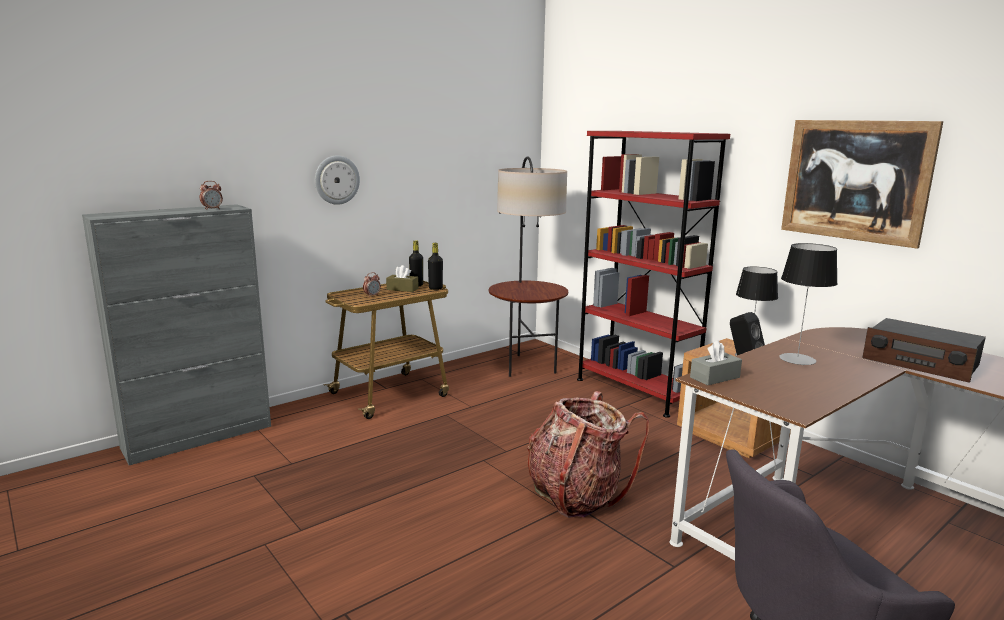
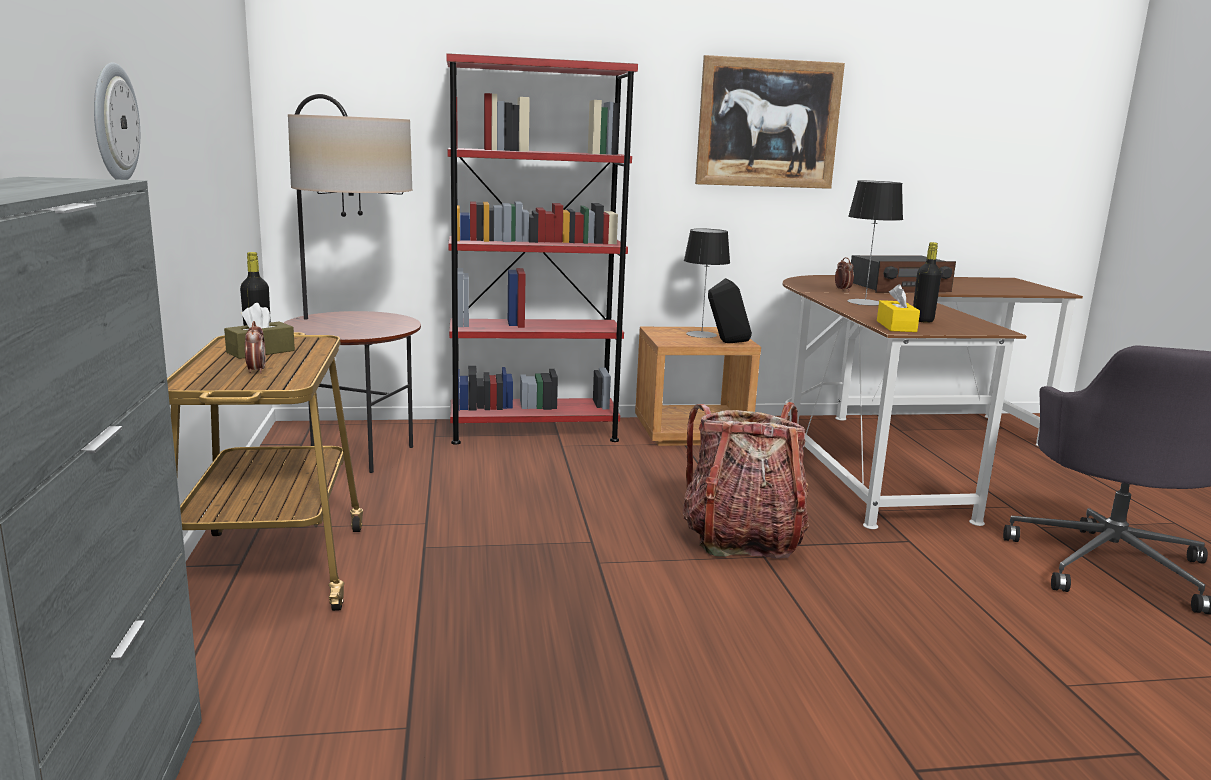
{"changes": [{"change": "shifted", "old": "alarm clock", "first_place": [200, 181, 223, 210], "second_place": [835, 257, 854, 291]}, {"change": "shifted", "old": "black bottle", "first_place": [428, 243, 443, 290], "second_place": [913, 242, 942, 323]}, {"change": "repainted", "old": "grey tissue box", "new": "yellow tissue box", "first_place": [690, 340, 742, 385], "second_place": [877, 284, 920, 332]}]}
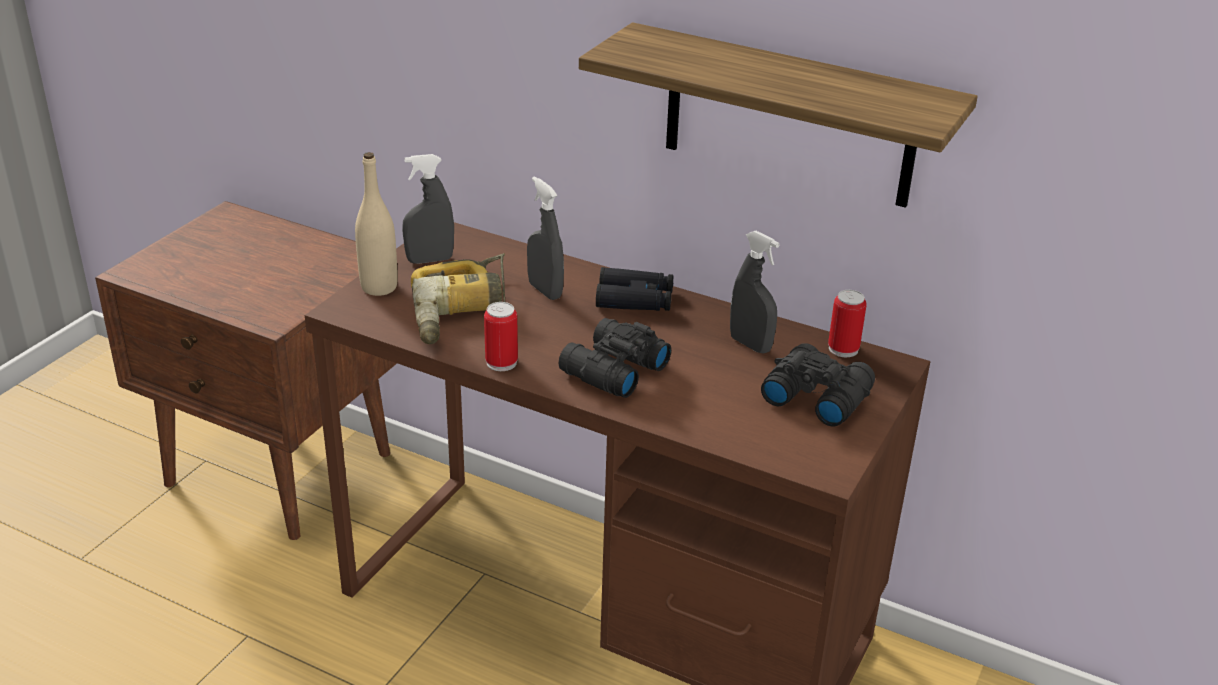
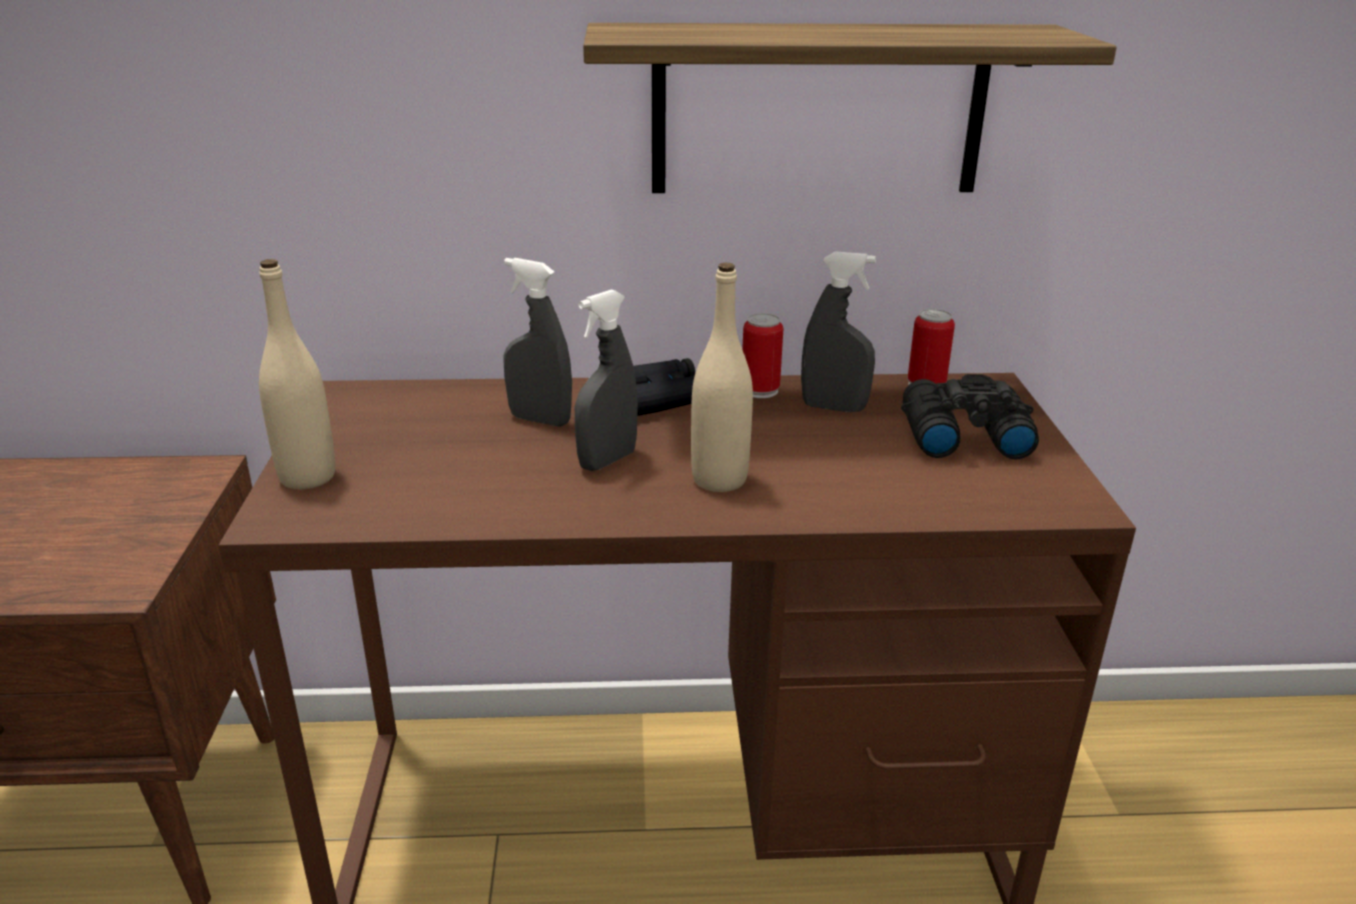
{"changes": [{"change": "shifted", "old": "grey spray bottle", "first_place": [402, 154, 454, 264], "second_place": [575, 289, 638, 471]}, {"change": "gone", "old": "power drill", "first_place": [411, 253, 505, 344]}, {"change": "shifted", "old": "can", "first_place": [484, 302, 518, 371], "second_place": [742, 313, 783, 398]}, {"change": "swapped", "old": "black binoculars", "new": "beige bottle", "first_place": [558, 318, 671, 398], "second_place": [691, 263, 753, 492]}]}
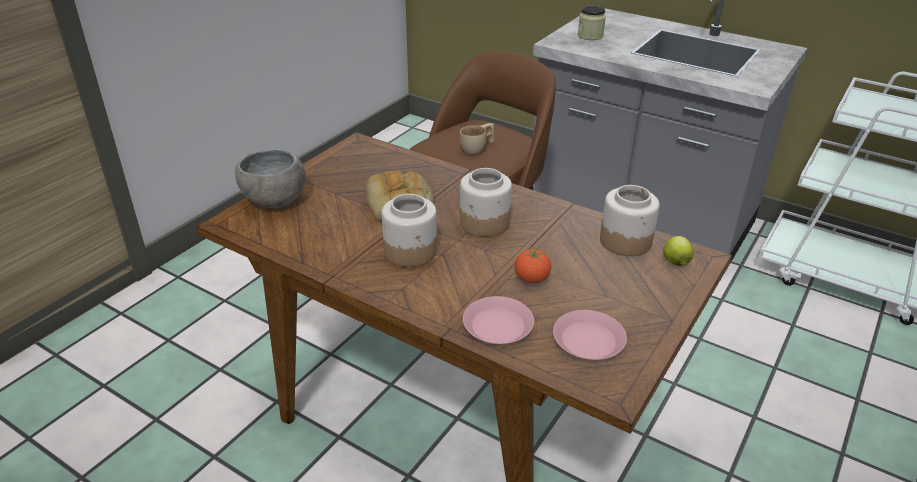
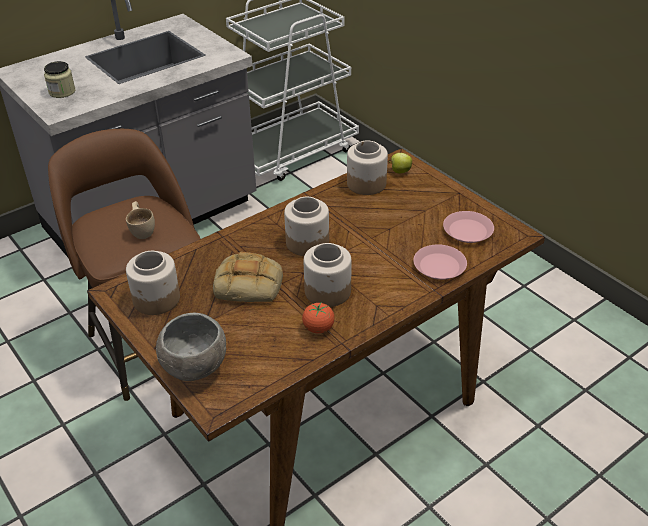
{"changes": [{"change": "shifted", "old": "tomato", "first_place": [515, 249, 551, 283], "second_place": [302, 303, 335, 334]}, {"change": "new", "new": "jar", "second_place": [126, 251, 180, 315]}]}
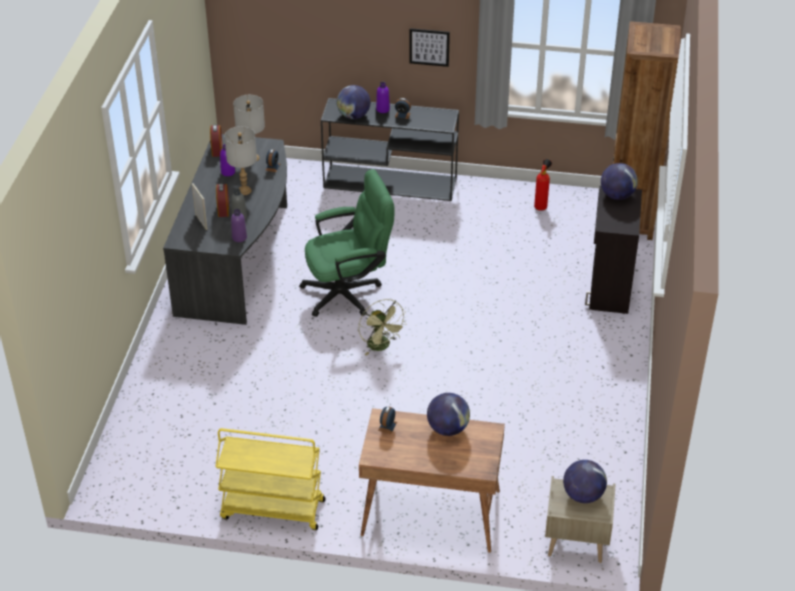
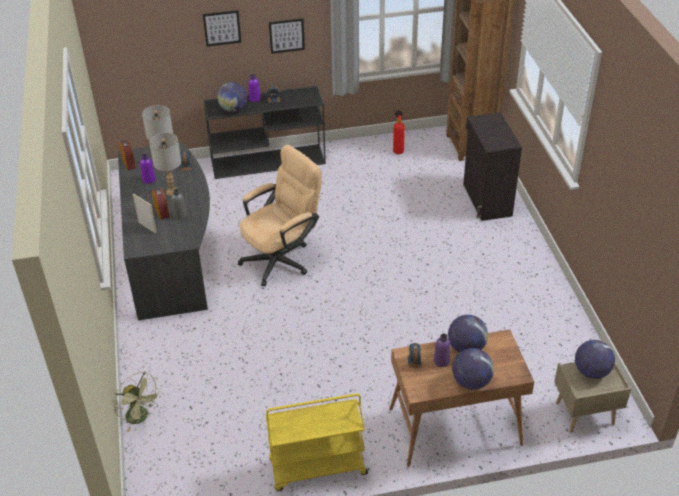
{"changes": [{"change": "shifted", "old": "purple bottle", "first_place": [231, 209, 247, 242], "second_place": [434, 334, 451, 367]}, {"change": "repainted", "old": "green office chair", "new": "beige office chair", "first_place": [299, 169, 395, 317], "second_place": [238, 145, 321, 286]}, {"change": "shifted", "old": "green fan", "first_place": [359, 299, 407, 356], "second_place": [114, 372, 162, 432]}, {"change": "shifted", "old": "globe", "first_place": [601, 163, 638, 200], "second_place": [452, 348, 494, 390]}, {"change": "new", "new": "picture", "second_place": [203, 10, 241, 47]}]}
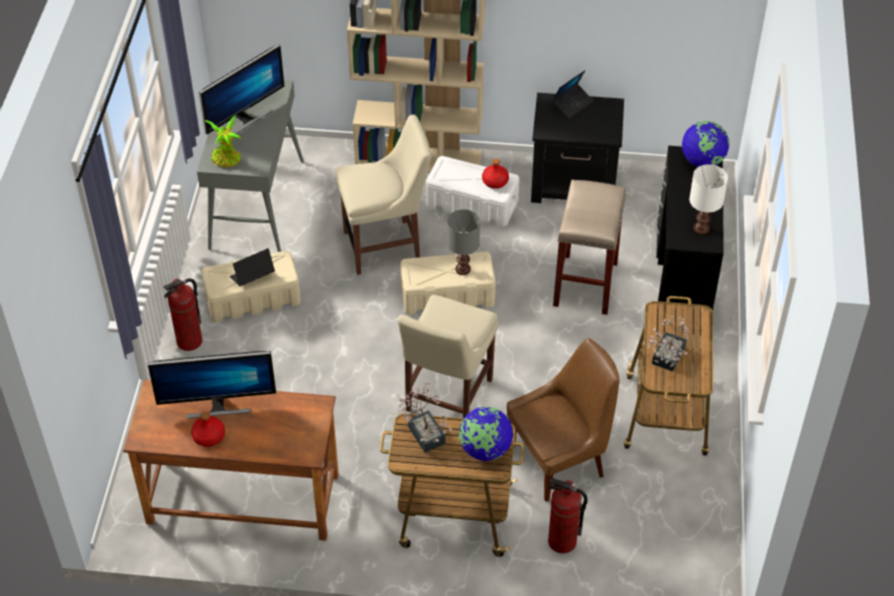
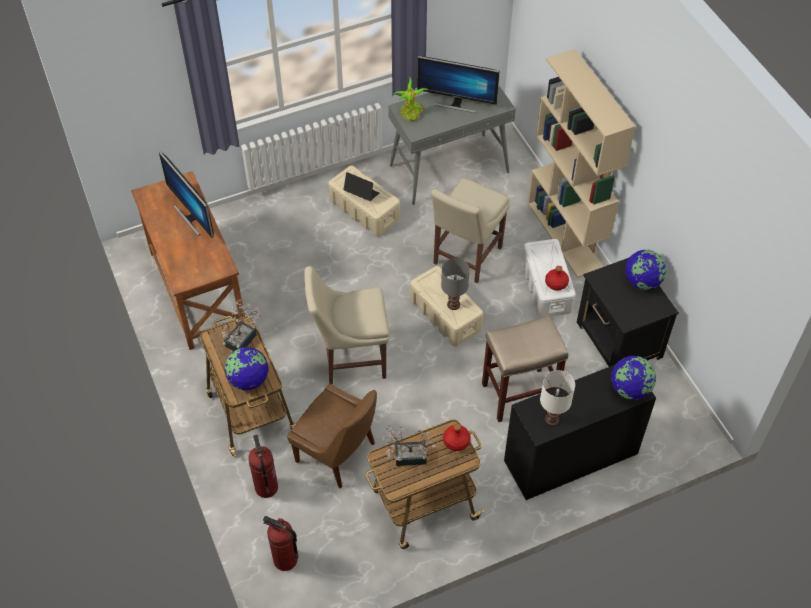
{"changes": [{"change": "shifted", "old": "fire extinguisher", "first_place": [163, 278, 202, 351], "second_place": [263, 516, 299, 571]}, {"change": "shifted", "old": "red bottle", "first_place": [191, 412, 225, 447], "second_place": [443, 424, 471, 451]}, {"change": "rotated", "old": "beige chair", "first_place": [335, 115, 432, 275], "second_place": [431, 178, 510, 283], "degrees": 75}, {"change": "swapped", "old": "laptop", "new": "globe", "first_place": [552, 70, 593, 119], "second_place": [625, 250, 666, 290]}]}
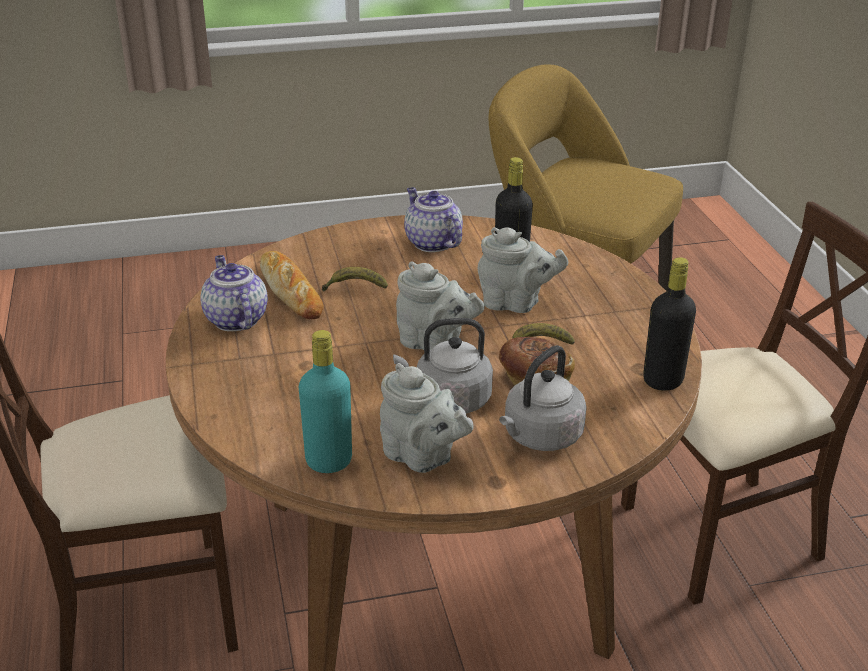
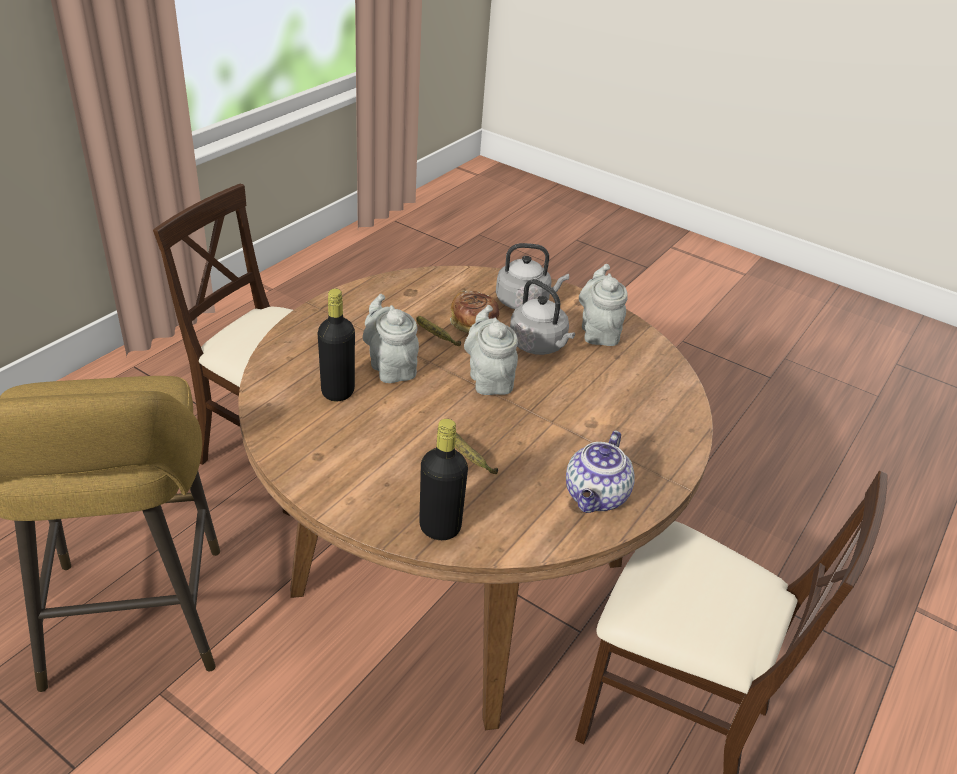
{"changes": [{"change": "gone", "old": "bread", "first_place": [260, 251, 323, 319]}, {"change": "gone", "old": "turquoise bottle", "first_place": [299, 330, 352, 473]}, {"change": "gone", "old": "teapot", "first_place": [404, 187, 463, 252]}, {"change": "shifted", "old": "black bottle", "first_place": [643, 257, 696, 391], "second_place": [419, 419, 468, 540]}]}
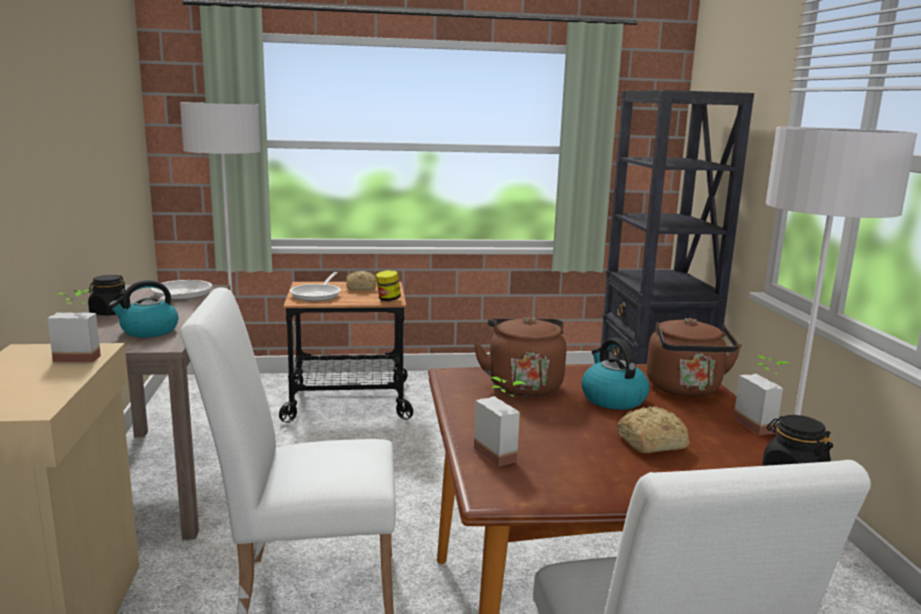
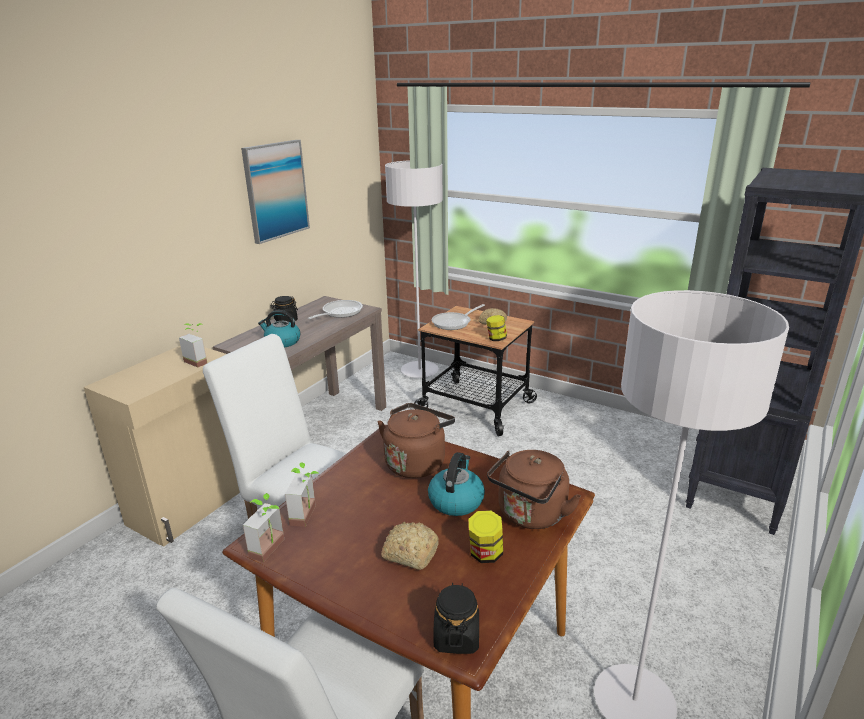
{"changes": [{"change": "shifted", "old": "potted plant", "first_place": [733, 356, 791, 435], "second_place": [243, 493, 284, 562]}, {"change": "new", "new": "picture", "second_place": [241, 140, 310, 244]}, {"change": "new", "new": "jar", "second_place": [468, 510, 503, 563]}]}
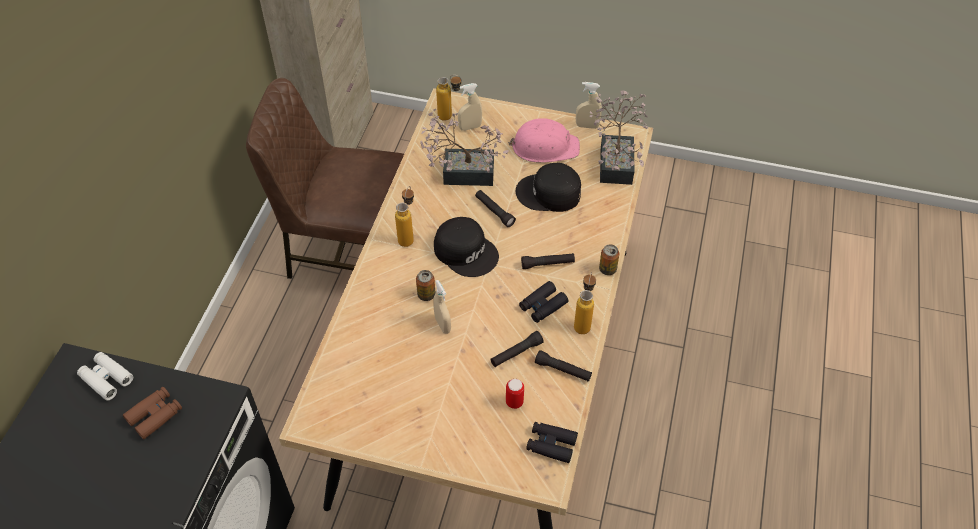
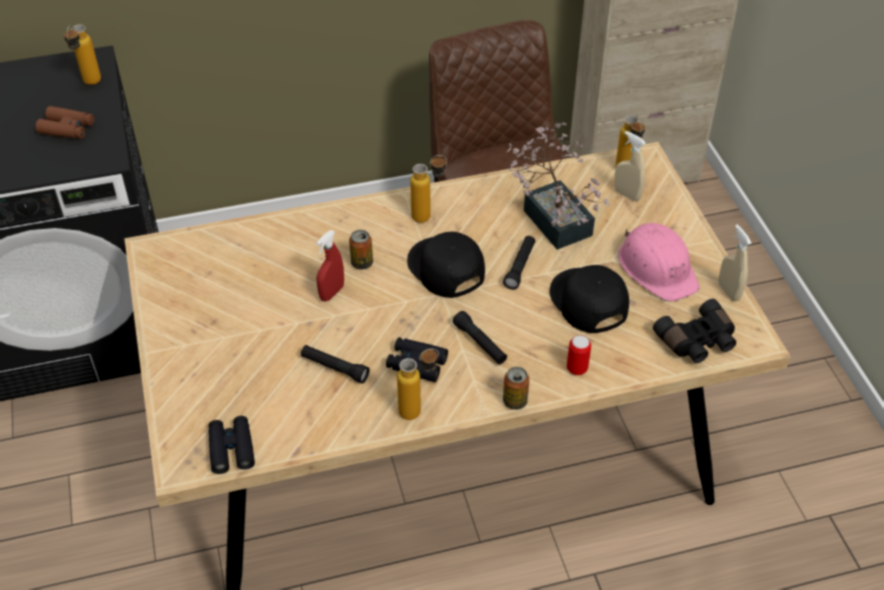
{"changes": [{"change": "swapped", "old": "white binoculars", "new": "bottle", "first_place": [77, 352, 133, 401], "second_place": [64, 25, 101, 85]}, {"change": "repainted", "old": "beige spray bottle", "new": "red spray bottle", "first_place": [433, 280, 451, 334], "second_place": [316, 230, 344, 302]}, {"change": "rotated", "old": "black cap", "first_place": [434, 217, 499, 277], "second_place": [407, 232, 485, 298], "degrees": 135}, {"change": "shifted", "old": "can", "first_place": [506, 379, 524, 409], "second_place": [567, 335, 591, 375]}, {"change": "gone", "old": "black flashlight", "first_place": [535, 350, 592, 382]}, {"change": "swapped", "old": "potted plant", "new": "black binoculars", "first_place": [590, 90, 648, 185], "second_place": [653, 299, 736, 363]}]}
